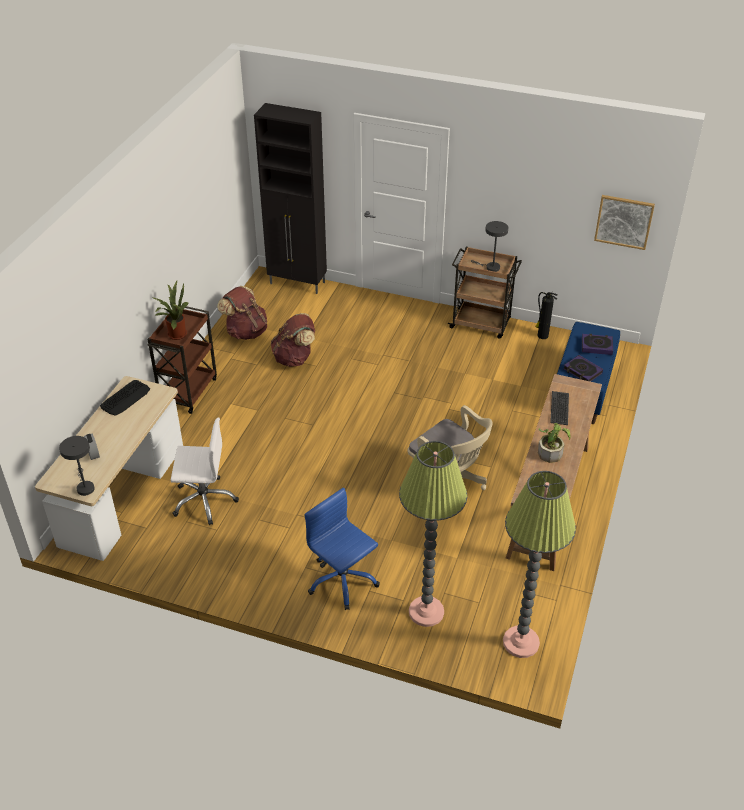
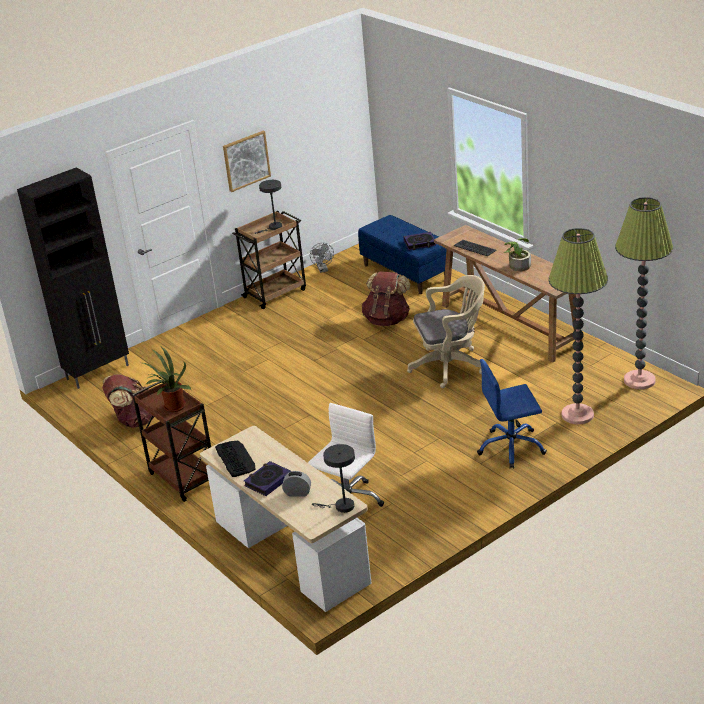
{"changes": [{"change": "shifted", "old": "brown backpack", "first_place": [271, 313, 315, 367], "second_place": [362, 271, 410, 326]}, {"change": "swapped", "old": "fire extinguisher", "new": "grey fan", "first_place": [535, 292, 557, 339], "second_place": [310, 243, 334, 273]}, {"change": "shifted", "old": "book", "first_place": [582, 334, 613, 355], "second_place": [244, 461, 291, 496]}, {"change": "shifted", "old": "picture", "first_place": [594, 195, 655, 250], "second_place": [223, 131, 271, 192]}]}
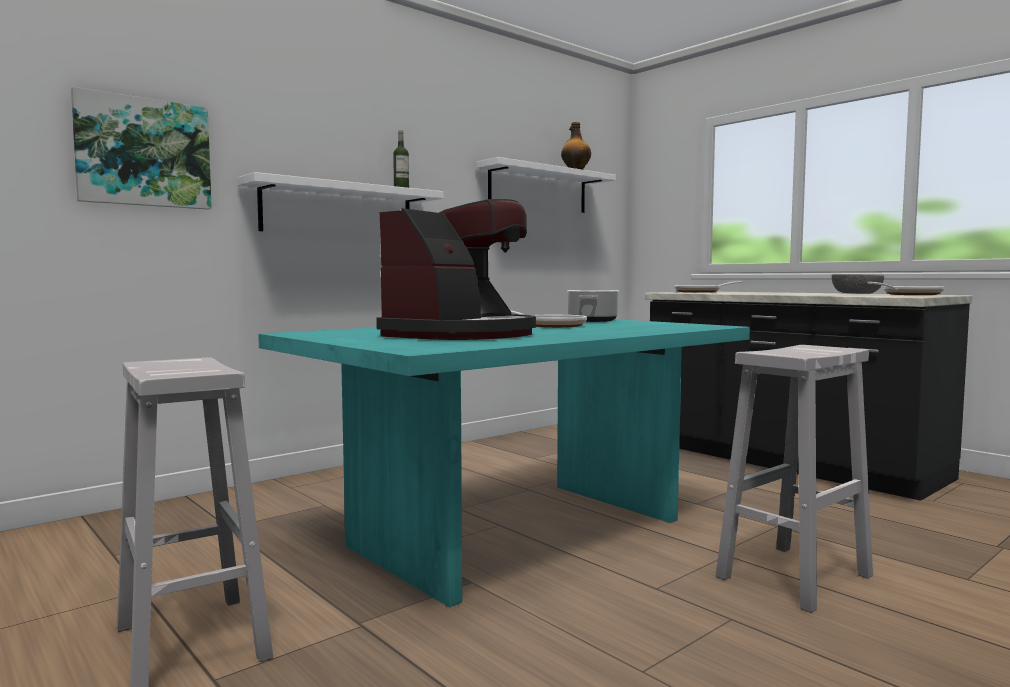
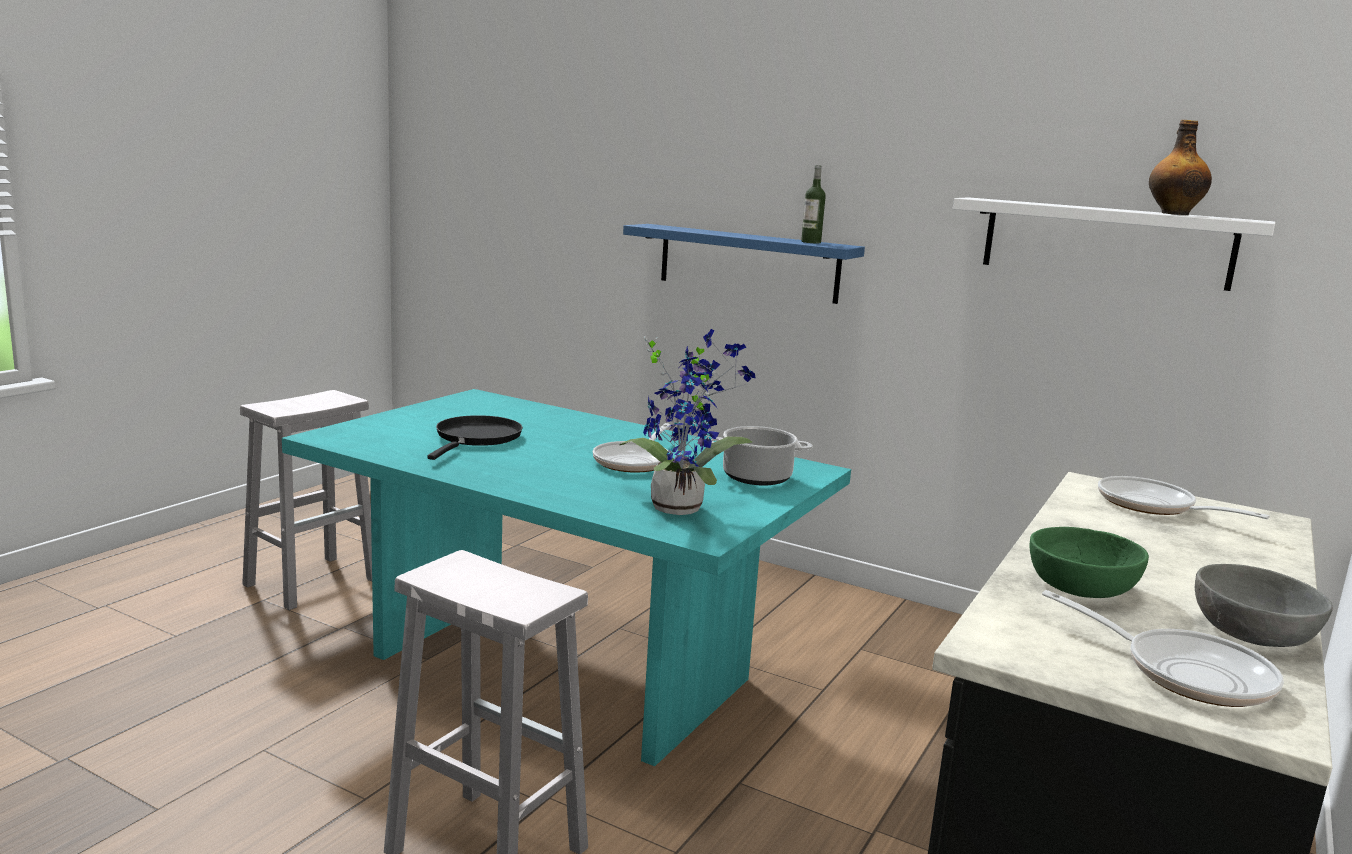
{"changes": [{"change": "gone", "old": "picture", "first_place": [71, 87, 212, 210]}, {"change": "repainted", "old": "white shelf", "new": "blue shelf", "first_place": [238, 172, 444, 231], "second_place": [623, 224, 865, 304]}, {"change": "swapped", "old": "coffee machine", "new": "black frying pan", "first_place": [376, 199, 536, 340], "second_place": [427, 415, 523, 460]}, {"change": "new", "new": "potted plant", "second_place": [619, 329, 756, 515]}, {"change": "new", "new": "green bowl", "second_place": [1029, 527, 1149, 598]}]}
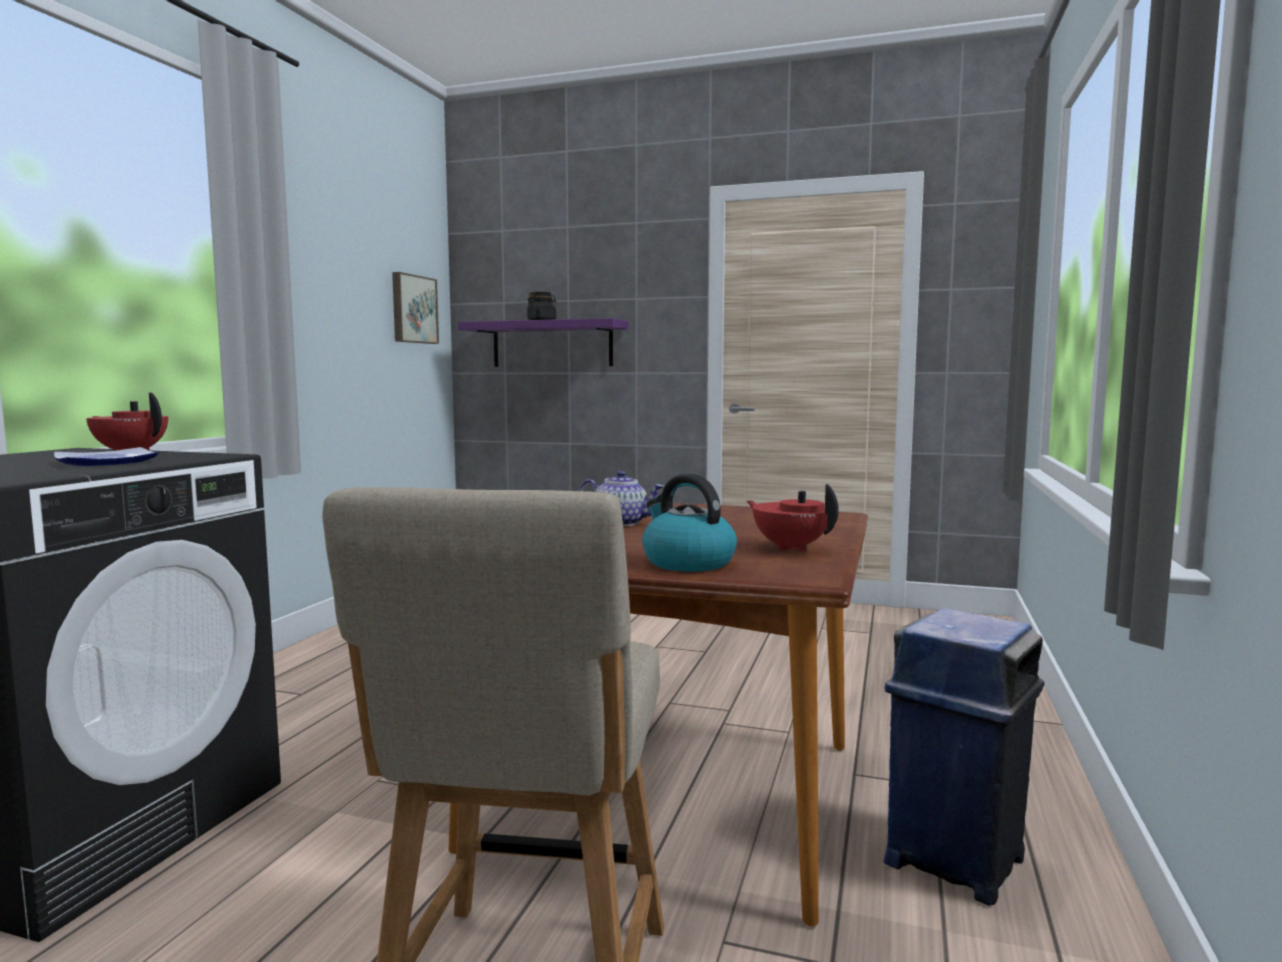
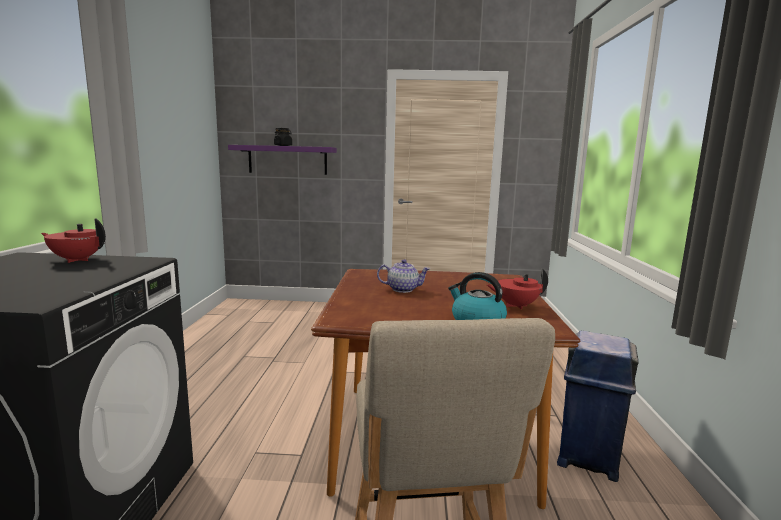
{"changes": [{"change": "gone", "old": "plate", "first_place": [54, 447, 159, 466]}, {"change": "gone", "old": "picture", "first_place": [392, 272, 439, 344]}, {"change": "rotated", "old": "red teapot", "first_place": [747, 484, 839, 551], "second_place": [487, 269, 548, 309], "degrees": -45}]}
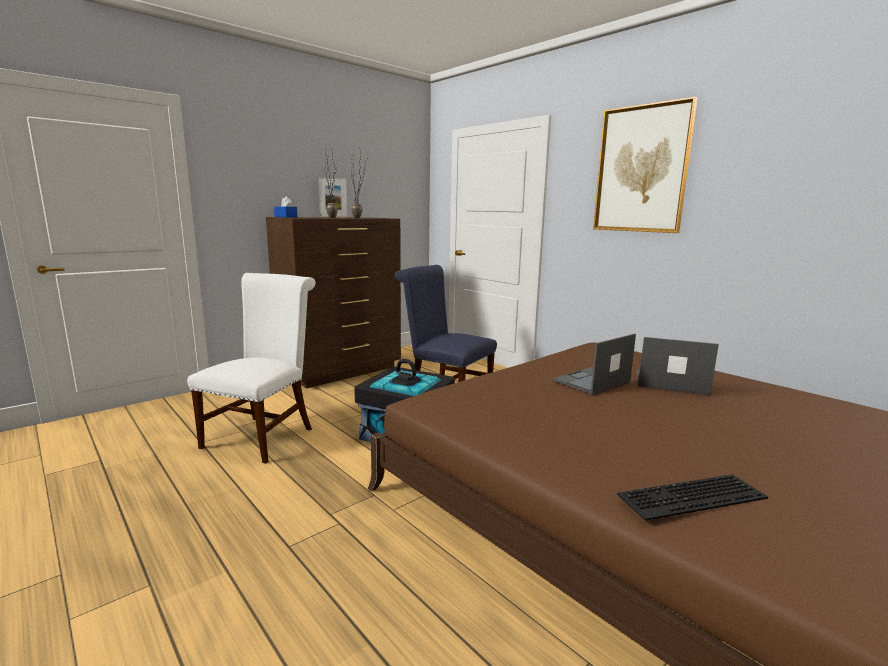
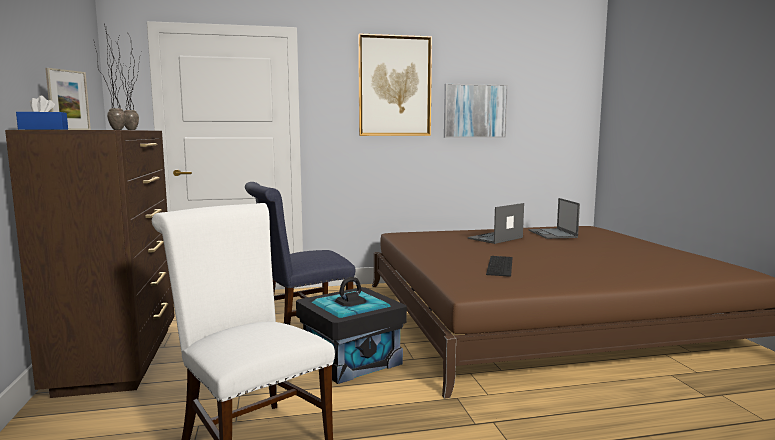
{"changes": [{"change": "shifted", "old": "laptop", "first_place": [553, 334, 636, 394], "second_place": [529, 198, 580, 239]}, {"change": "shifted", "old": "keyboard", "first_place": [617, 474, 768, 521], "second_place": [486, 256, 513, 277]}, {"change": "new", "new": "picture", "second_place": [444, 84, 508, 138]}]}
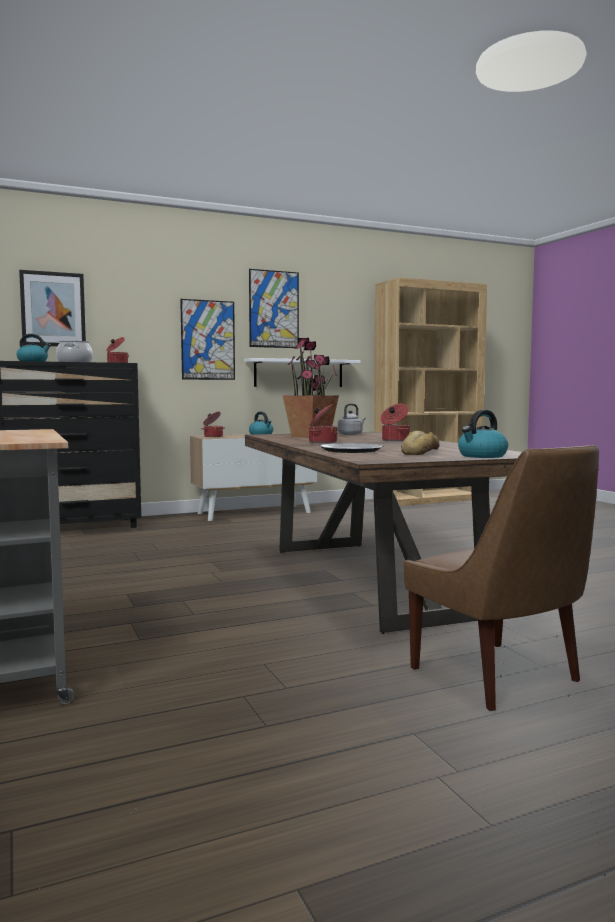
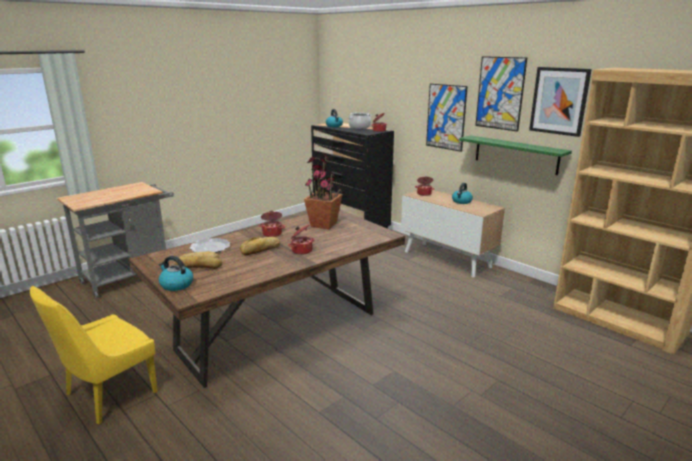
{"changes": [{"change": "shifted", "old": "picture", "first_place": [19, 270, 86, 346], "second_place": [529, 67, 592, 137]}, {"change": "repainted", "old": "white shelf", "new": "green shelf", "first_place": [244, 358, 361, 387], "second_place": [459, 136, 572, 175]}, {"change": "gone", "old": "grey kettle", "first_place": [338, 403, 366, 435]}, {"change": "repainted", "old": "brown chair", "new": "yellow chair", "first_place": [404, 445, 599, 711], "second_place": [30, 286, 158, 424]}, {"change": "new", "new": "bread", "second_place": [240, 237, 281, 255]}]}
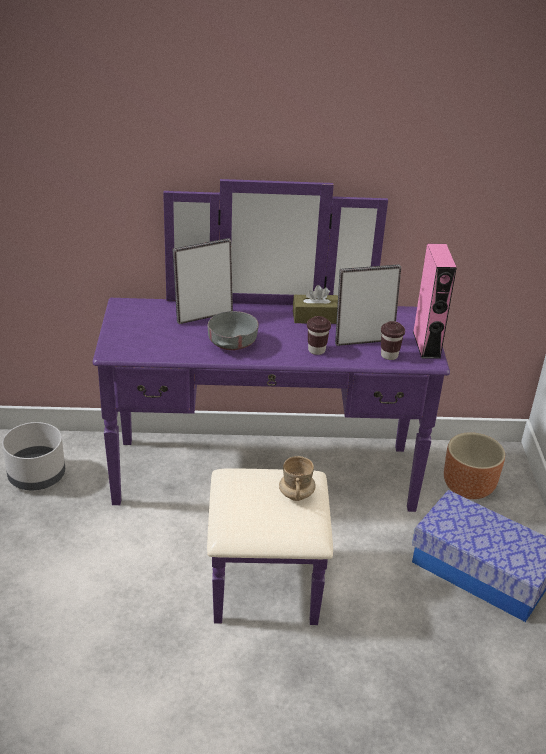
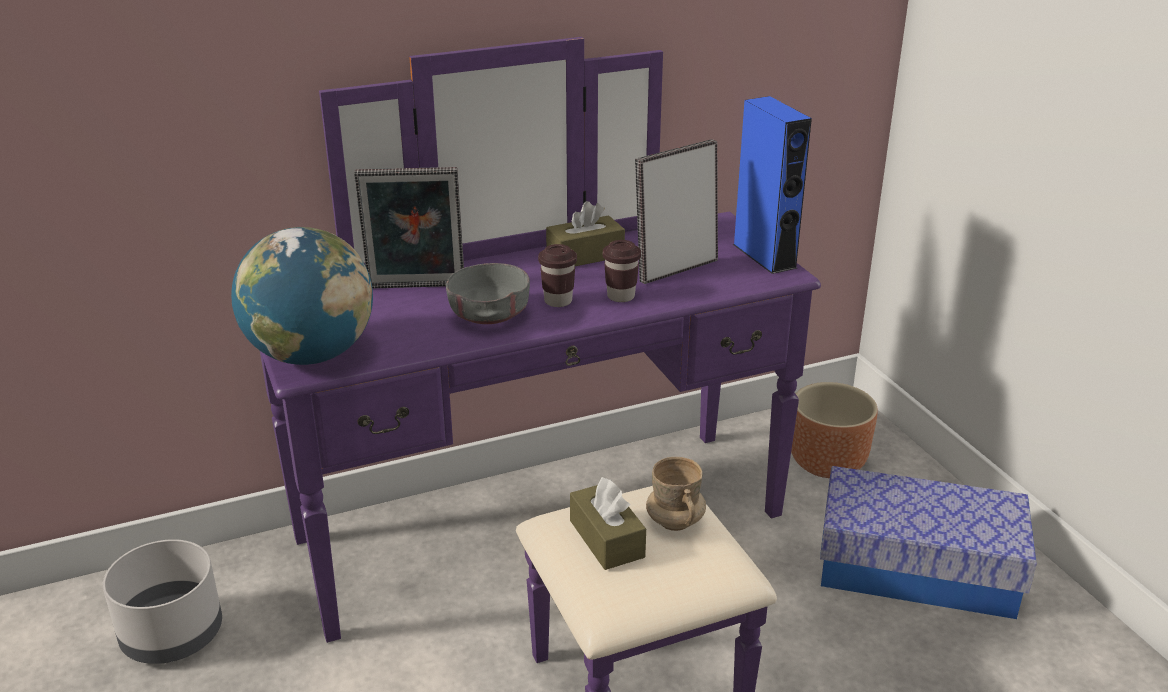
{"changes": [{"change": "rotated", "old": "picture frame", "first_place": [173, 238, 233, 324], "second_place": [354, 167, 464, 288], "degrees": -135}, {"change": "shifted", "old": "brown cup", "first_place": [381, 321, 405, 360], "second_place": [538, 244, 577, 307]}, {"change": "repainted", "old": "pink speaker", "new": "blue speaker", "first_place": [413, 244, 457, 359], "second_place": [733, 96, 812, 274]}, {"change": "new", "new": "globe", "second_place": [231, 227, 373, 365]}, {"change": "new", "new": "brown tissue box", "second_place": [570, 477, 646, 570]}]}
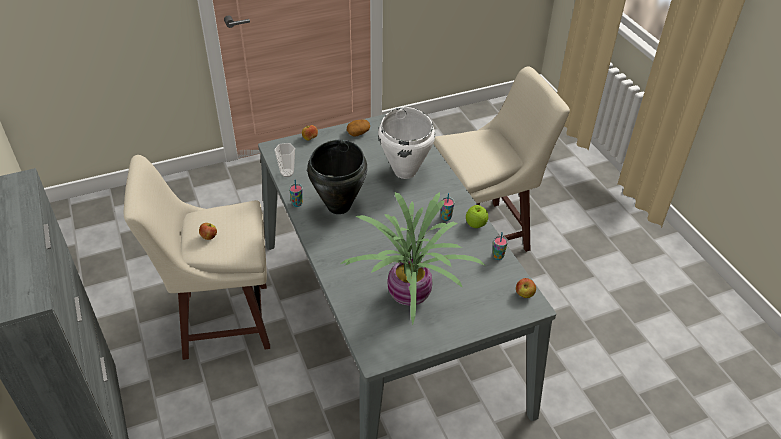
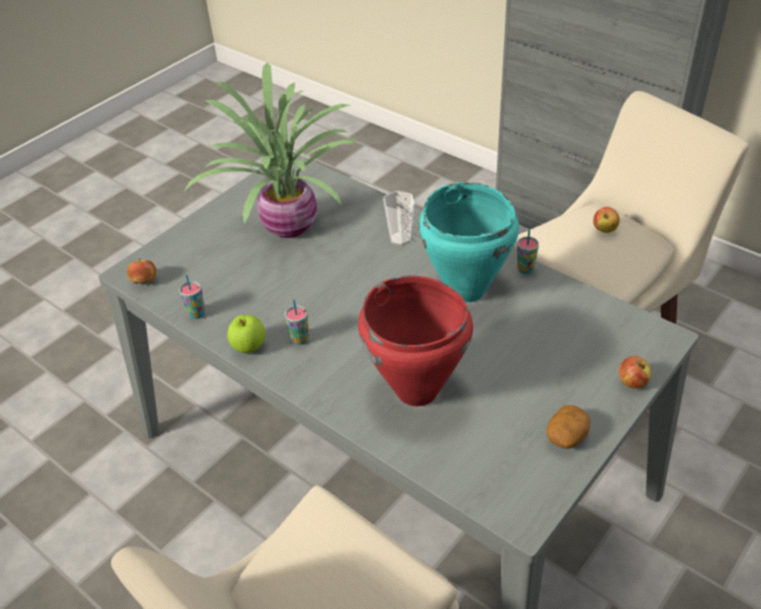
{"changes": [{"change": "shifted", "old": "cup", "first_place": [274, 143, 295, 177], "second_place": [383, 191, 415, 246]}, {"change": "repainted", "old": "black cooking pot", "new": "turquoise cooking pot", "first_place": [307, 139, 367, 214], "second_place": [419, 182, 519, 303]}, {"change": "repainted", "old": "white cooking pot", "new": "red cooking pot", "first_place": [378, 107, 435, 179], "second_place": [358, 275, 473, 406]}]}
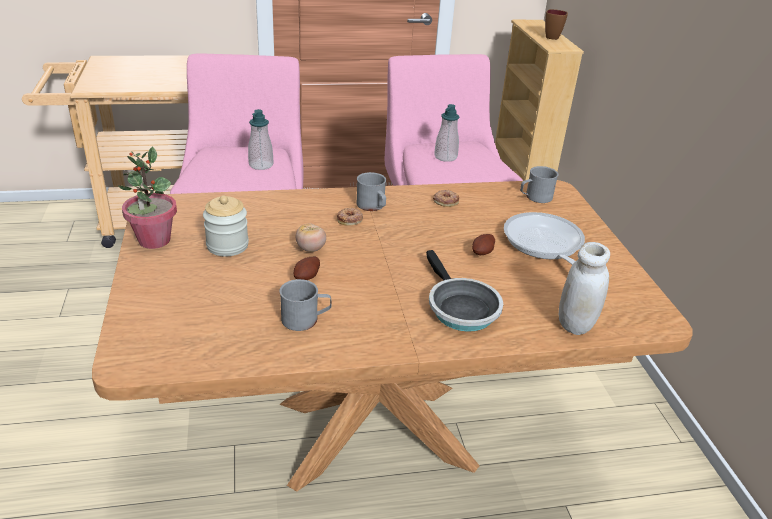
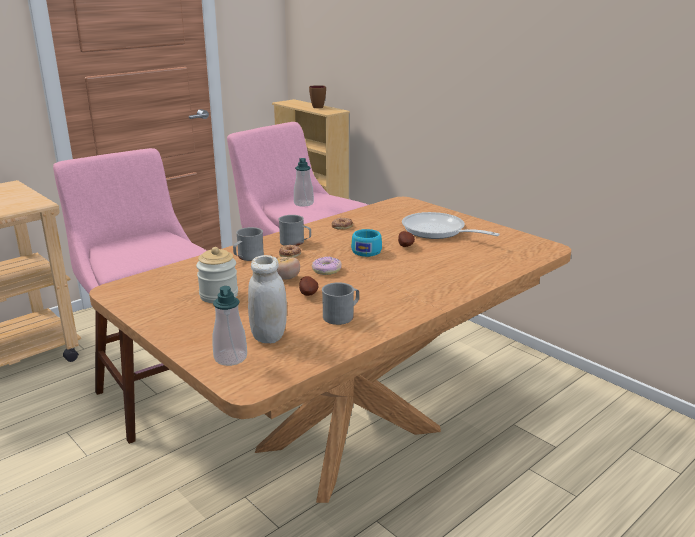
{"changes": [{"change": "gone", "old": "potted plant", "first_place": [118, 146, 177, 249]}, {"change": "shifted", "old": "soap dispenser", "first_place": [248, 109, 273, 170], "second_place": [212, 286, 247, 366]}, {"change": "gone", "old": "frying pan", "first_place": [426, 250, 503, 332]}, {"change": "shifted", "old": "grey mug", "first_place": [520, 166, 558, 203], "second_place": [233, 227, 264, 261]}, {"change": "shifted", "old": "white jar", "first_place": [559, 242, 610, 335], "second_place": [248, 255, 287, 343]}, {"change": "new", "new": "donut", "second_place": [312, 257, 342, 275]}, {"change": "new", "new": "turquoise cup", "second_place": [351, 229, 382, 257]}]}
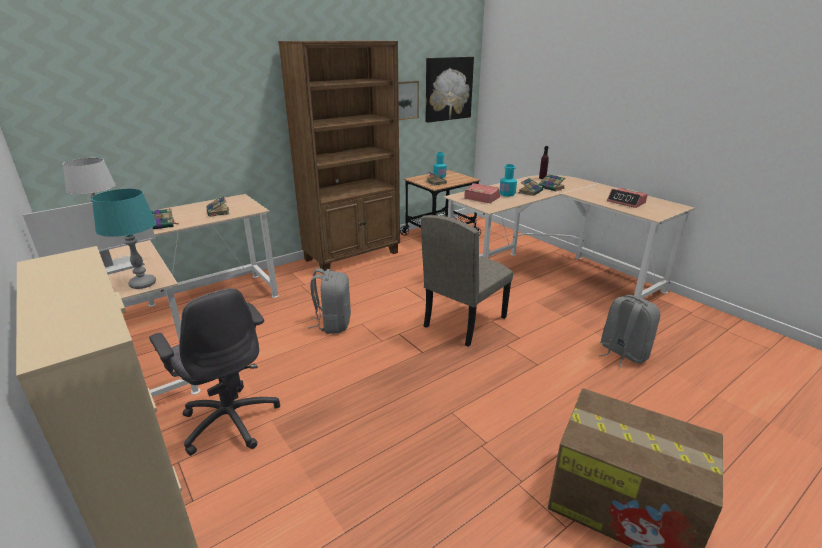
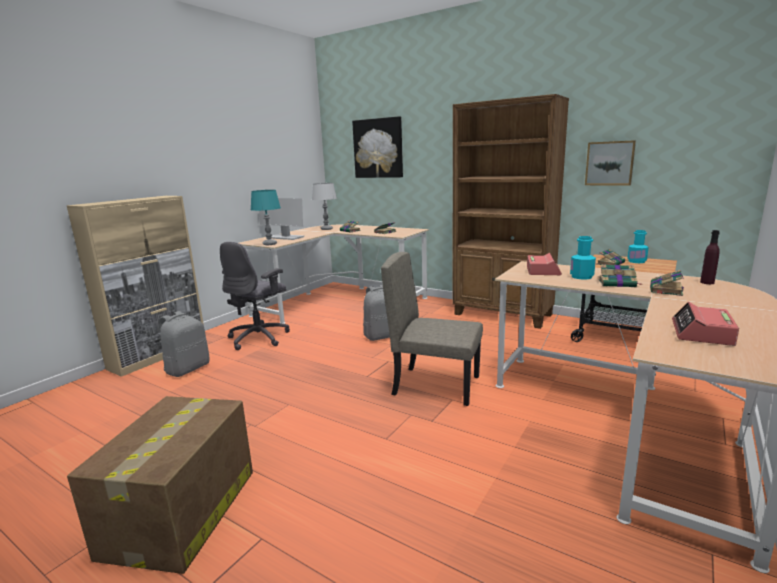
{"changes": [{"change": "shifted", "old": "picture", "first_place": [426, 57, 474, 123], "second_place": [352, 116, 403, 178]}, {"change": "shifted", "old": "grey backpack", "first_place": [599, 295, 660, 367], "second_place": [158, 311, 209, 377]}]}
